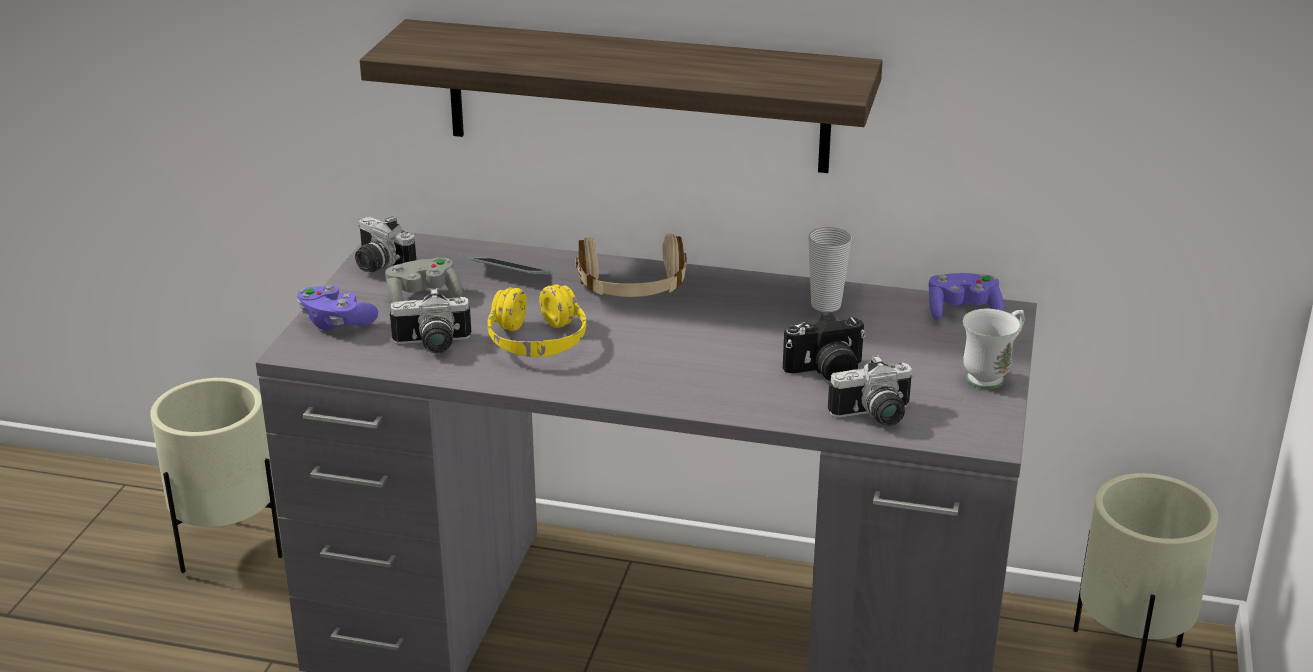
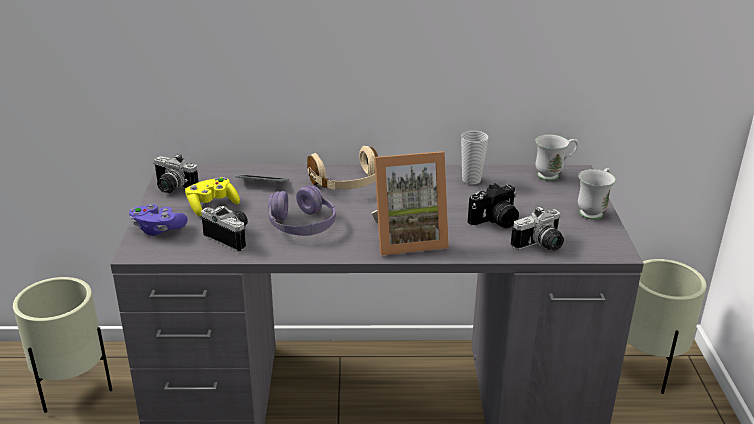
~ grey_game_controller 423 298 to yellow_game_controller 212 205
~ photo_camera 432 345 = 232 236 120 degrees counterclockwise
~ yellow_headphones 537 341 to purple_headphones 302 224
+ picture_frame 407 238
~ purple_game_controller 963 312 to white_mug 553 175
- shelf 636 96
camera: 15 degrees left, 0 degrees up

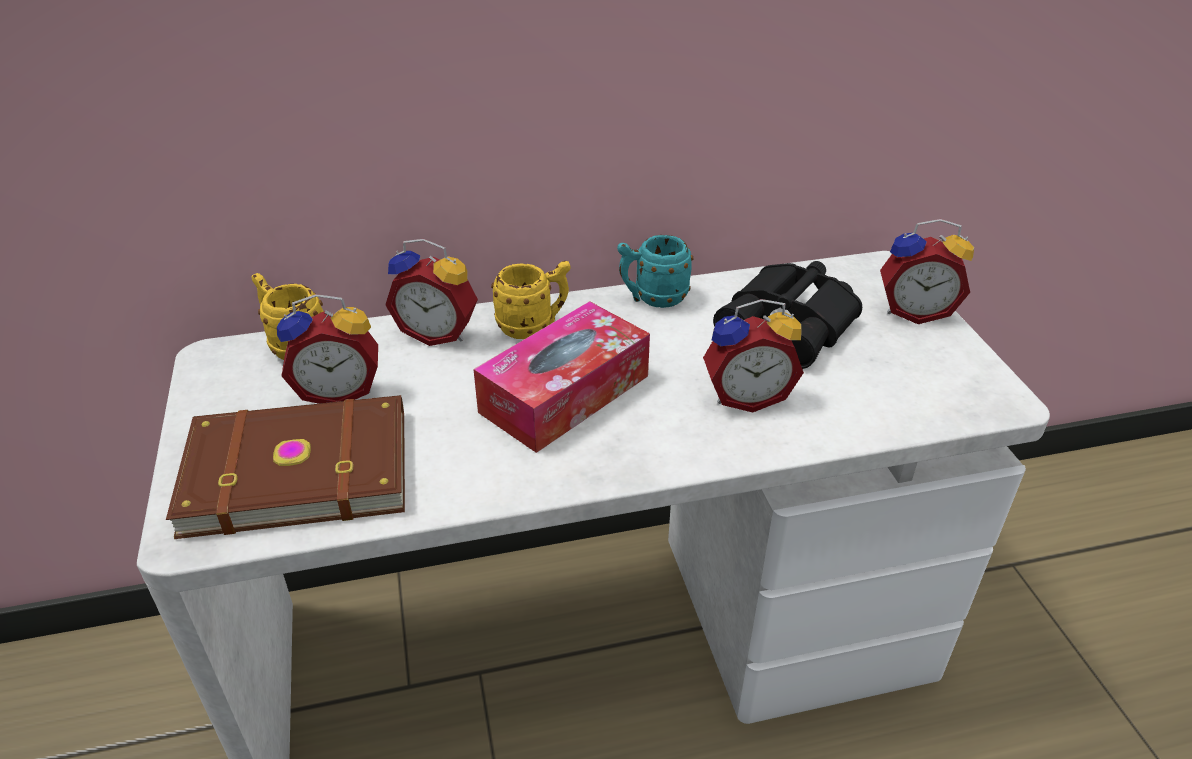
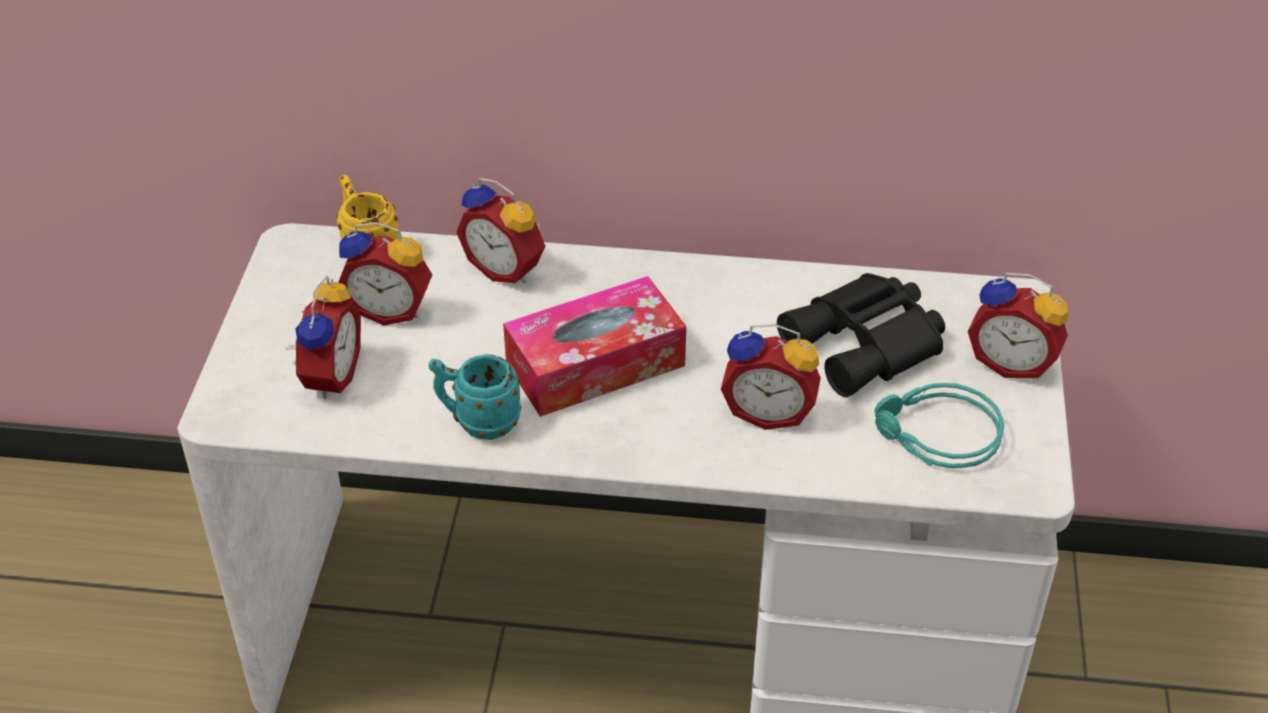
~ brown_book 296 468 to alarm_clock 327 377
~ turquoise_mug 652 298 to 478 422
+ turquoise_headphones 936 436
- yellow_mug 534 326
camera: 20 degrees right, 5 degrees up

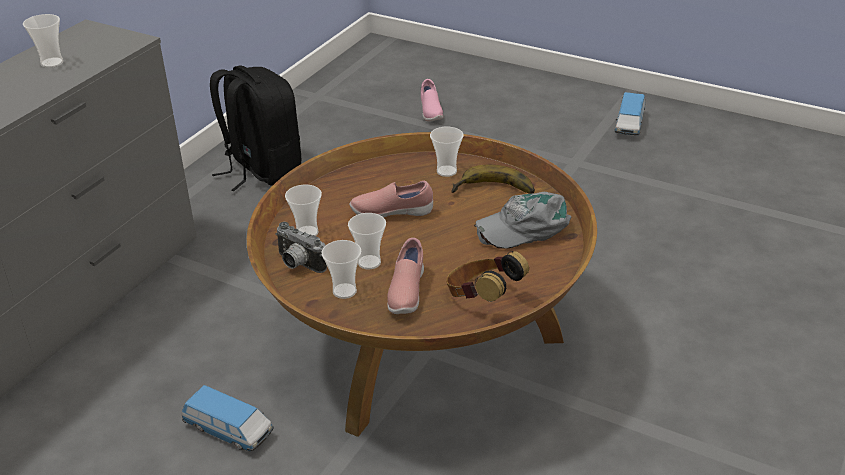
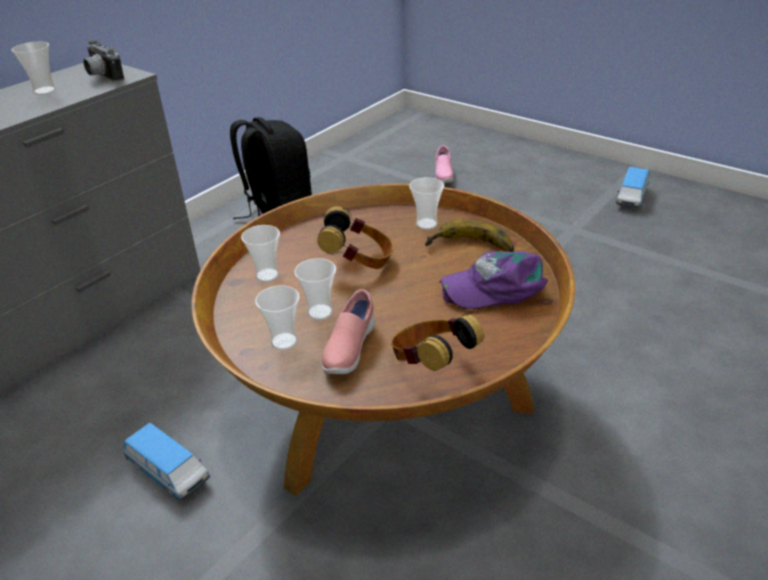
~ photo_camera 297 264 to 102 77
~ pink_shoe 391 213 to headphones 359 262
~ grey_cap 524 226 to purple_cap 495 287
camera: 10 degrees right, 0 degrees up

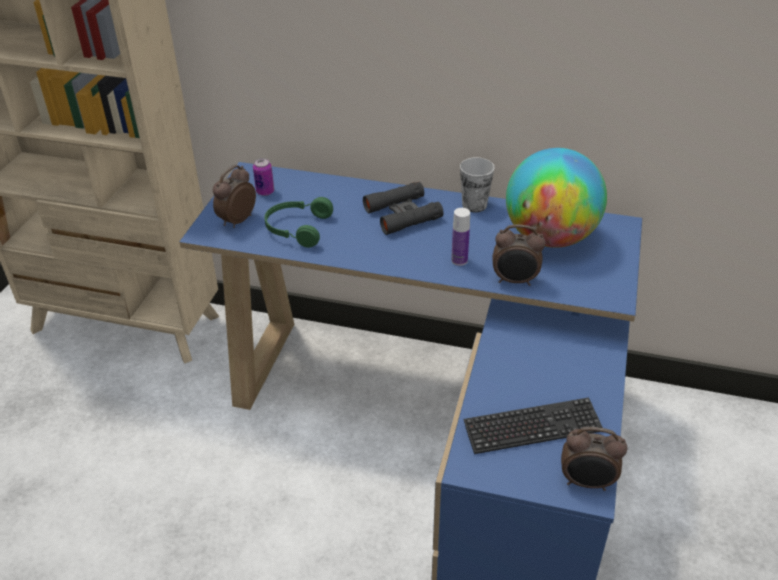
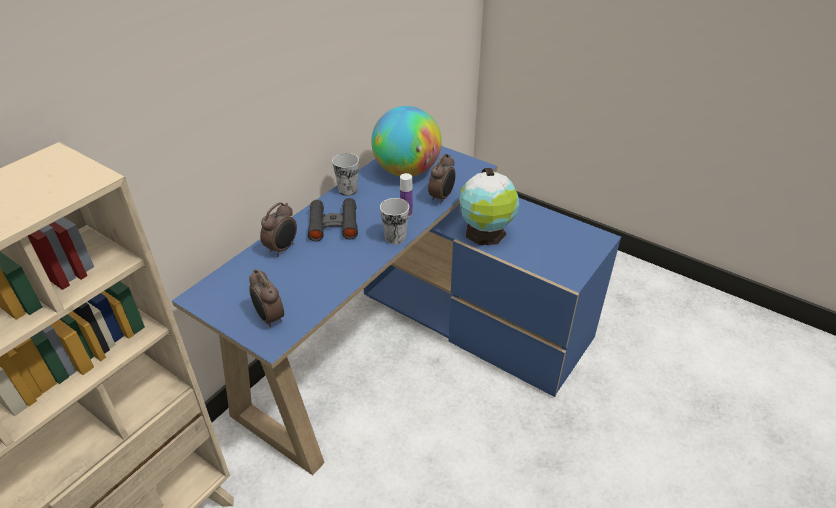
~ alarm_clock 587 483 to 282 248
+ cup 395 237
+ globe 486 234
- can 265 192
- green_headphones 297 228
- keyboard 532 427
camera: 70 degrees left, 0 degrees up

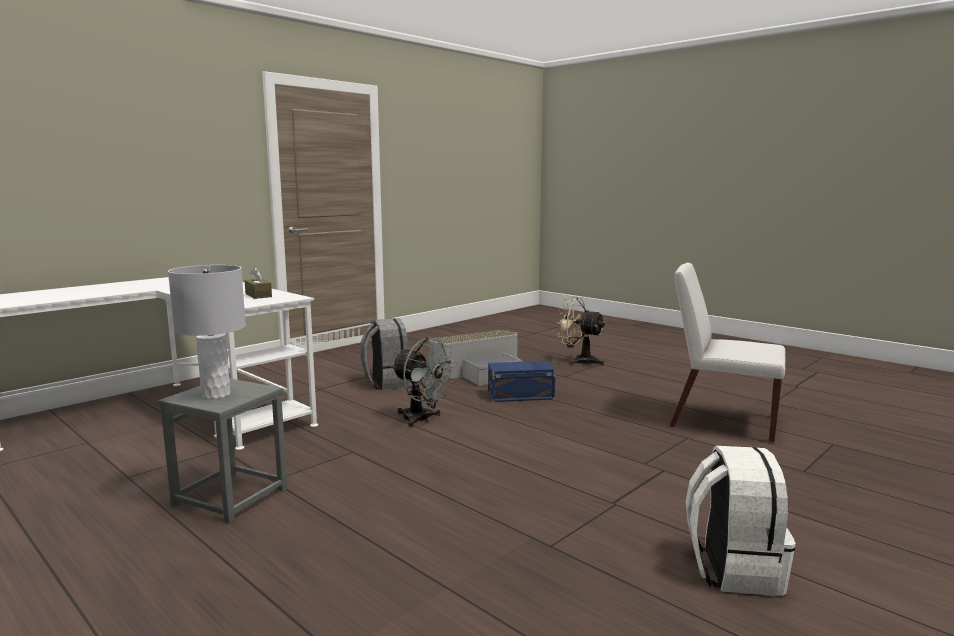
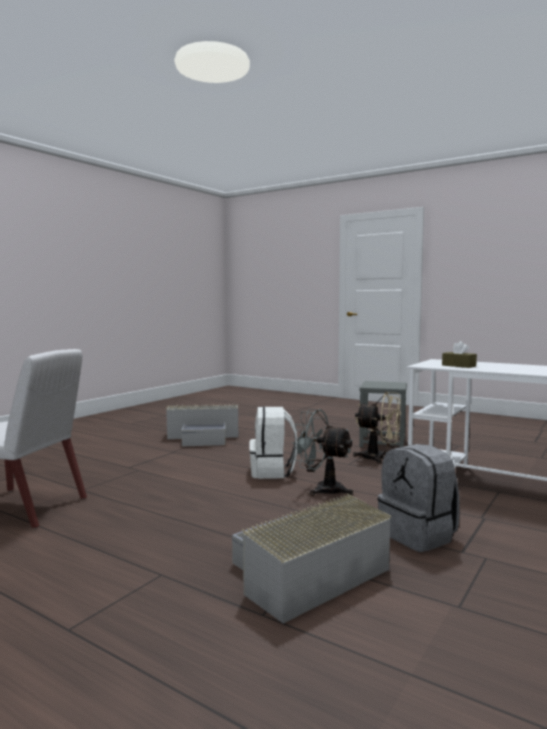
+ grey_storage_box 204 436
~ white_backpack 732 569 to 272 472
~ beige_fan 579 361 to 379 458
- grey_table_lamp 215 395
- blue_storage_box 521 395
camera: 170 degrees right, 5 degrees down

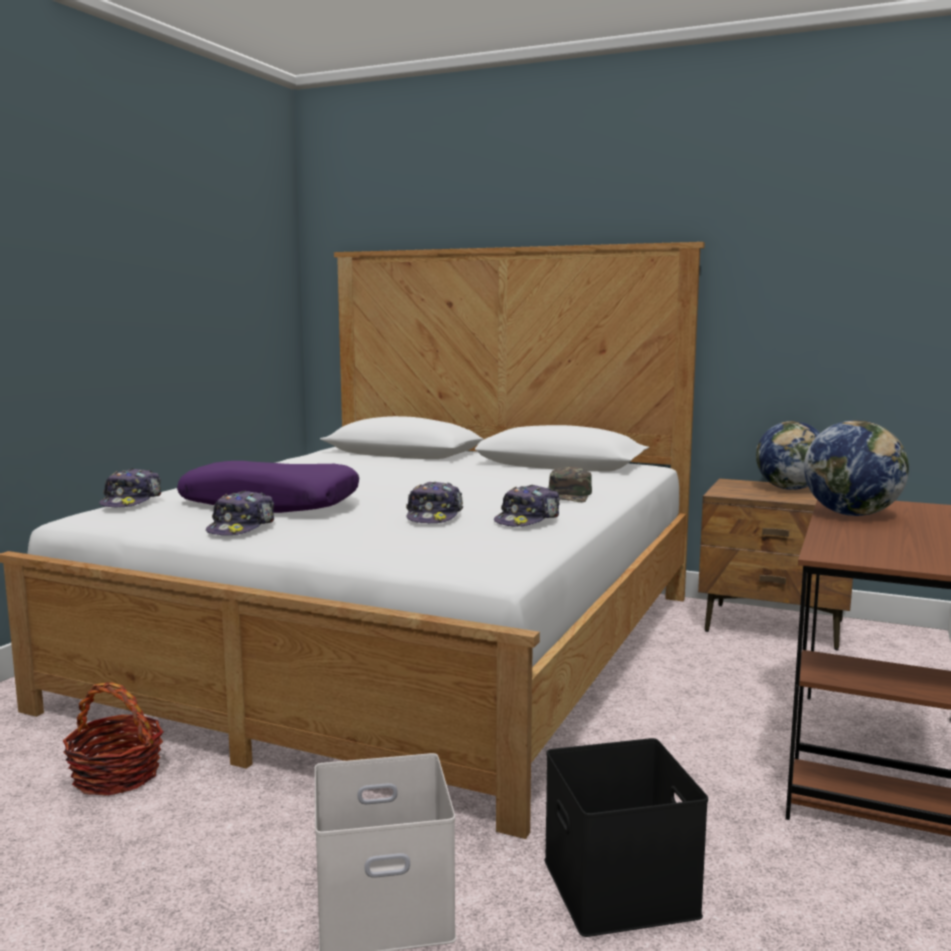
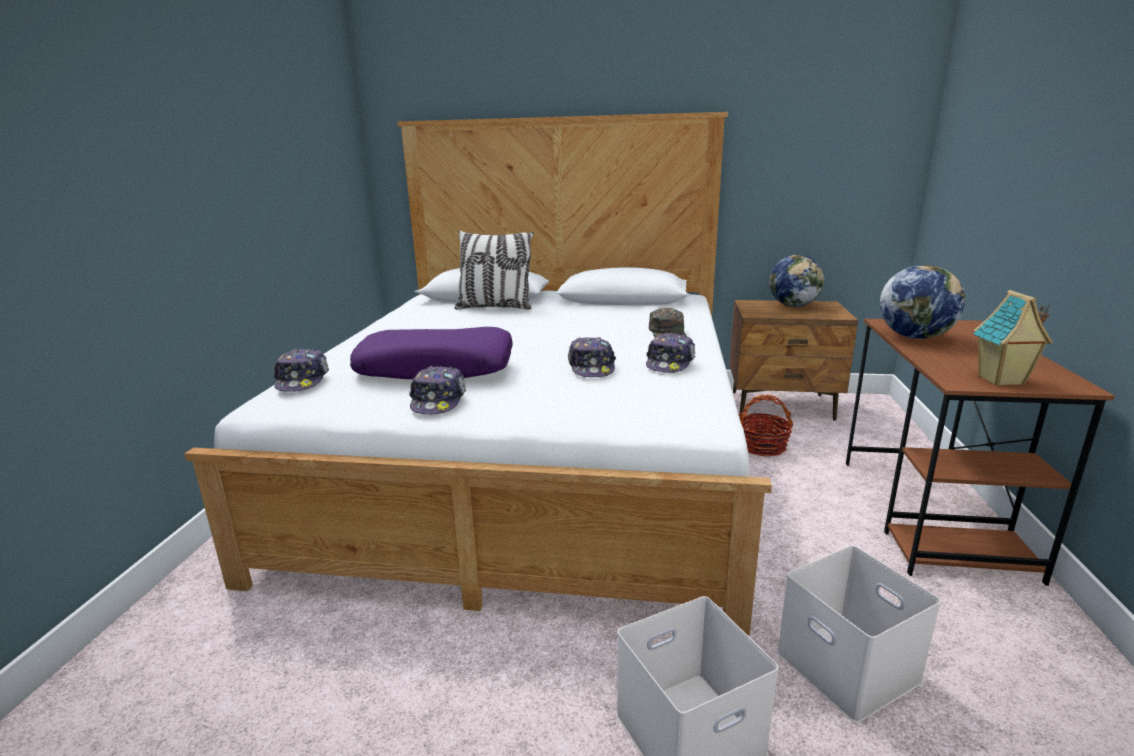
+ pillow 495 307
~ basket 117 776 to 762 446
~ black_storage_box 616 886 to white_storage_box 843 666
+ toy_house 1001 381
camera: 15 degrees left, 10 degrees up

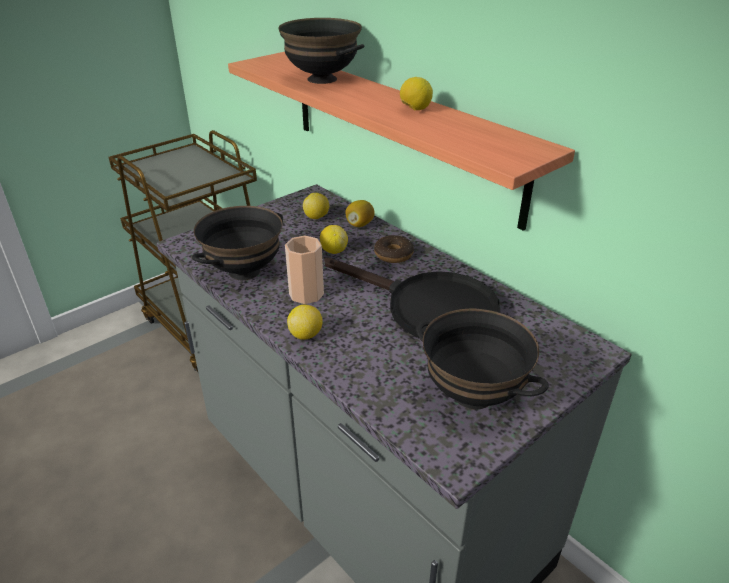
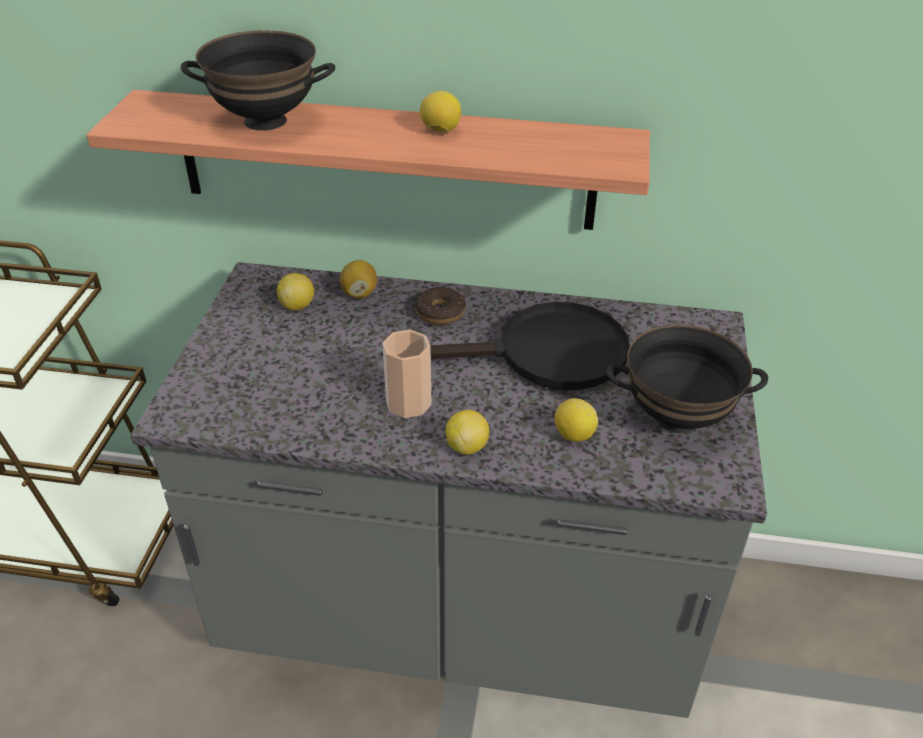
~ lemon 334 251 to 573 435
- black_bowl 245 272
camera: 40 degrees left, 5 degrees up

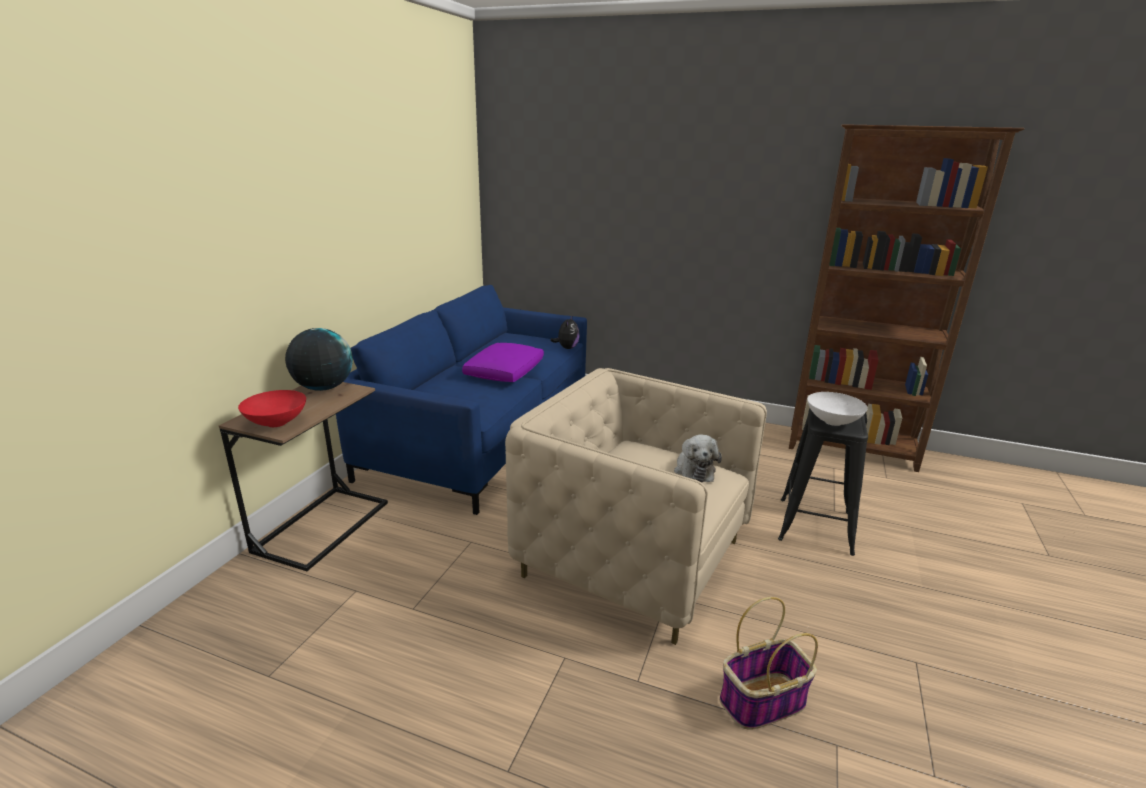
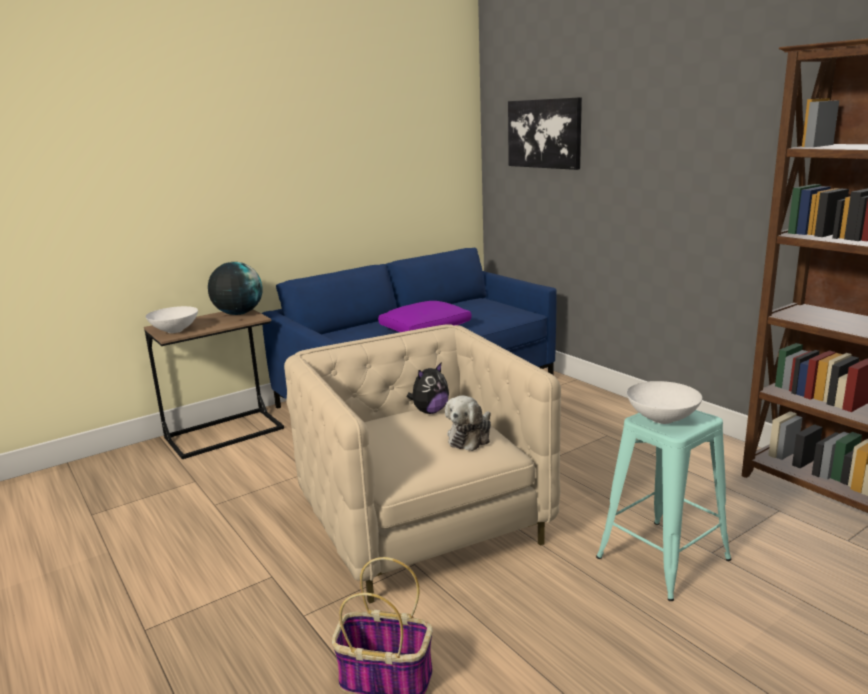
~ red_bowl 276 423 to white_bowl 174 330
~ plush_toy 567 348 to 430 411
+ picture 544 133
~ black_stool 815 525 to turquoise_stool 663 558
camera: 35 degrees right, 5 degrees down

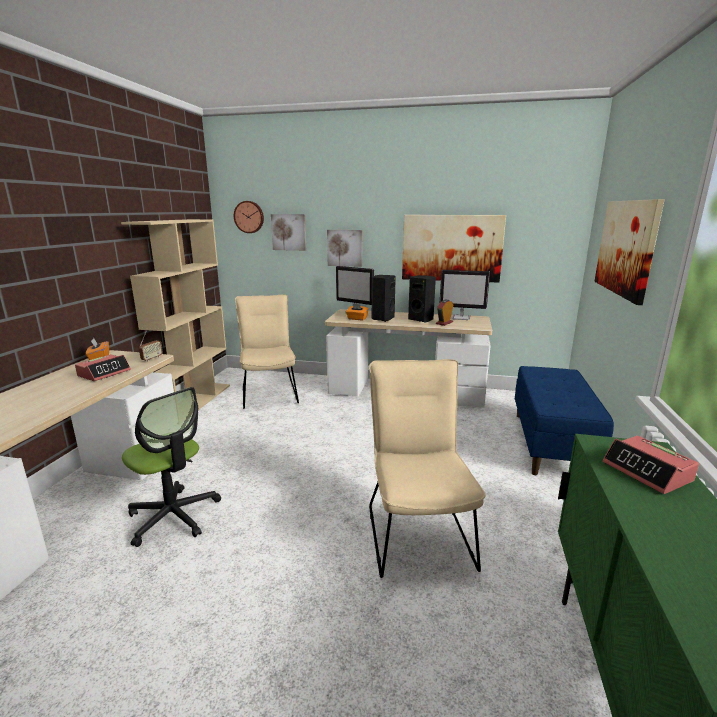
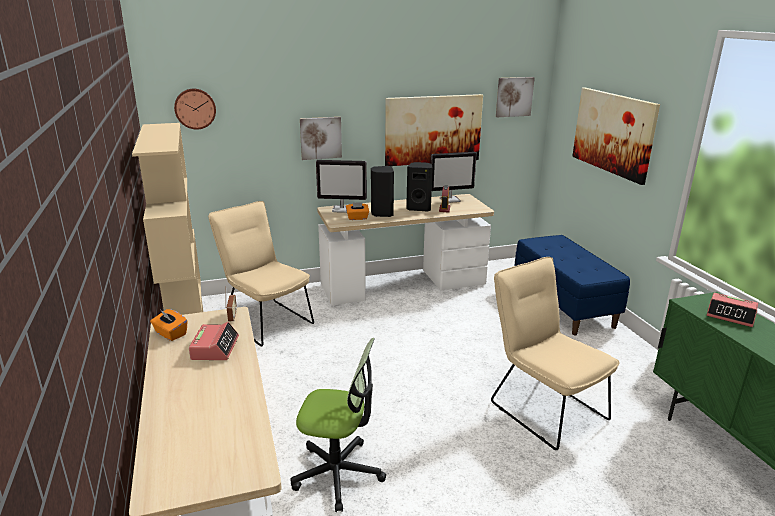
~ picture 289 232 to 514 96
camera: 30 degrees left, 5 degrees up

